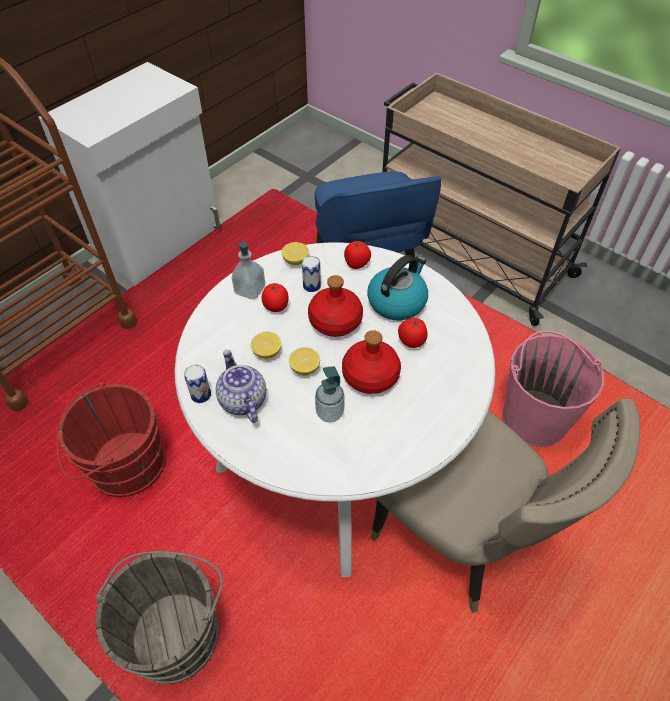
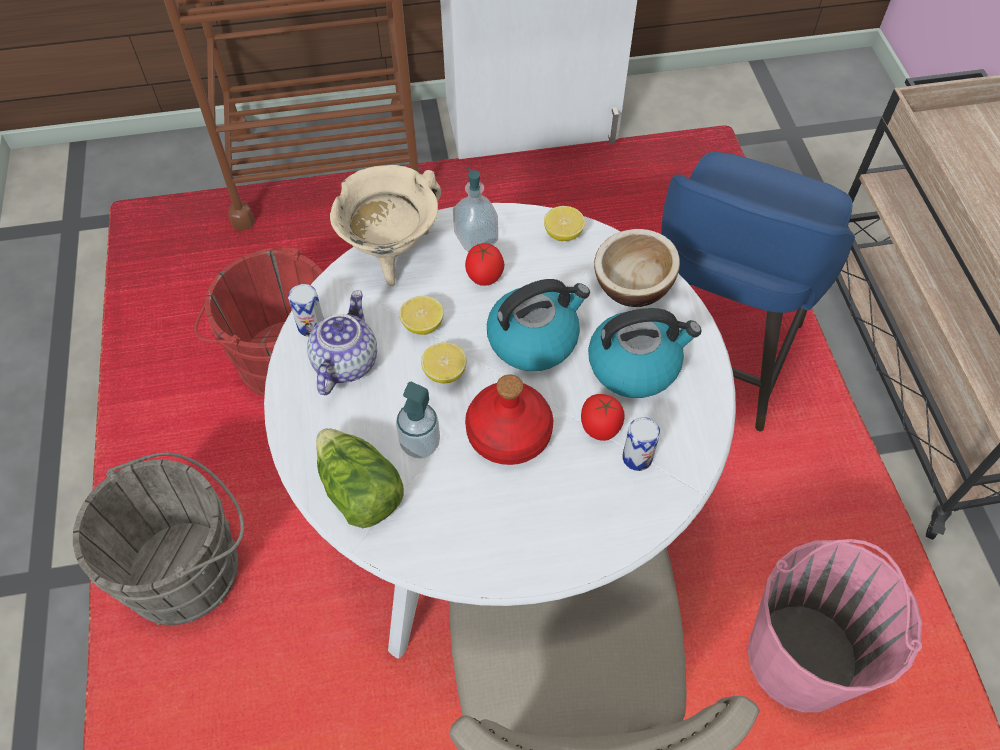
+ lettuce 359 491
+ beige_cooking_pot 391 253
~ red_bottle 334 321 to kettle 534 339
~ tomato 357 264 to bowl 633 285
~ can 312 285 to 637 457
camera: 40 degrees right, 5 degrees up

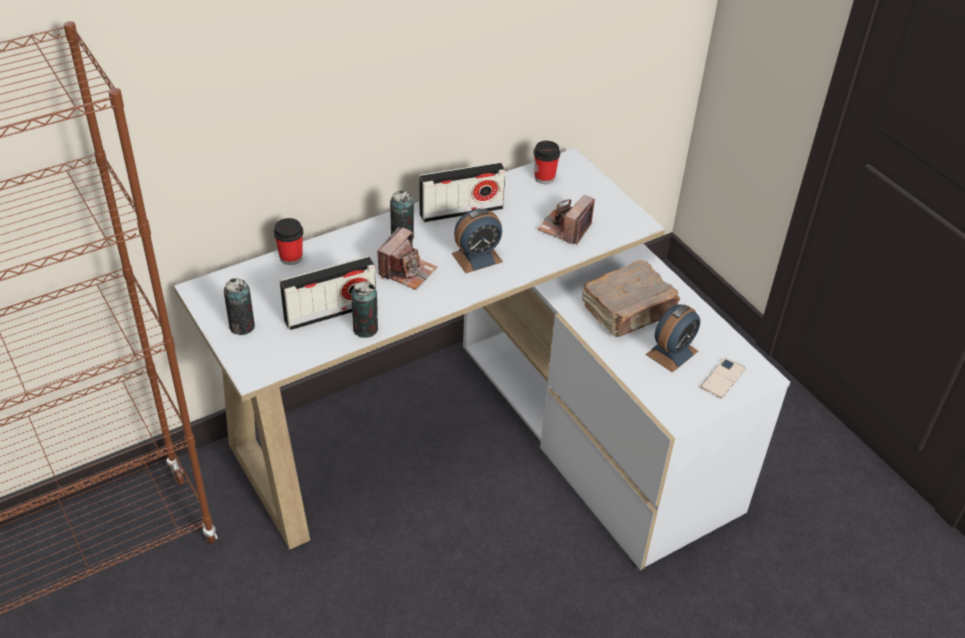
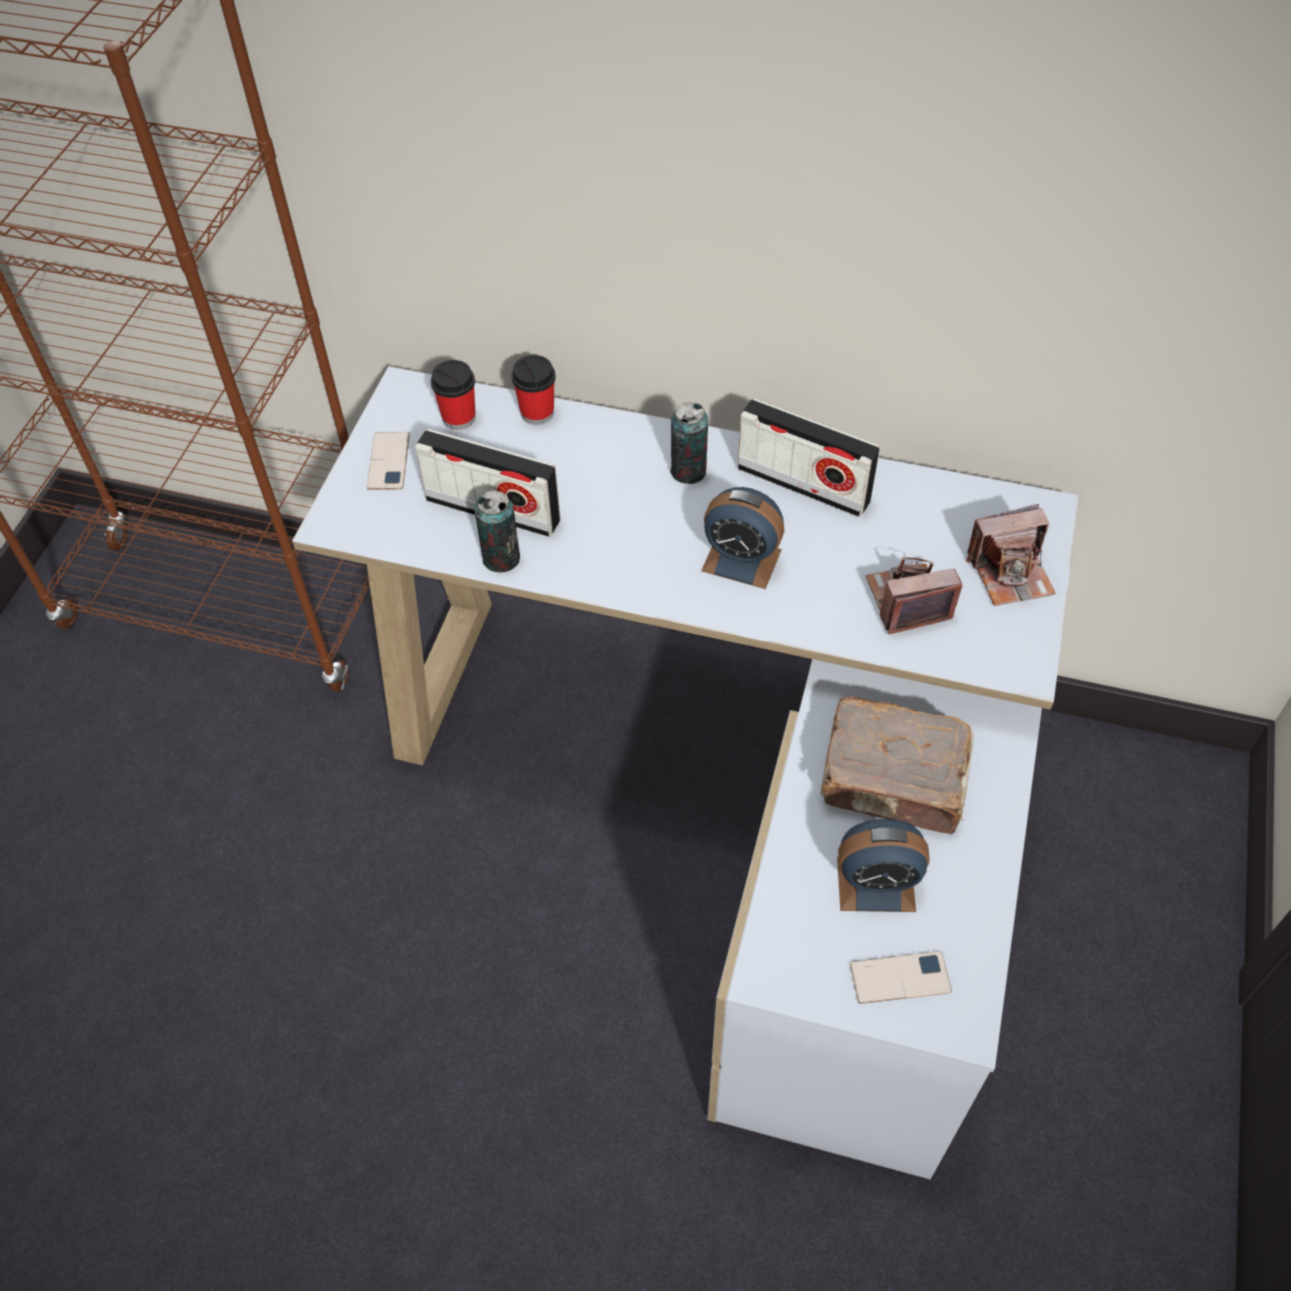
~ can 242 326 to phone 388 461
~ cup 544 178 to 459 418
~ photo_camera 407 271 to 1010 573
camera: 50 degrees right, 10 degrees up

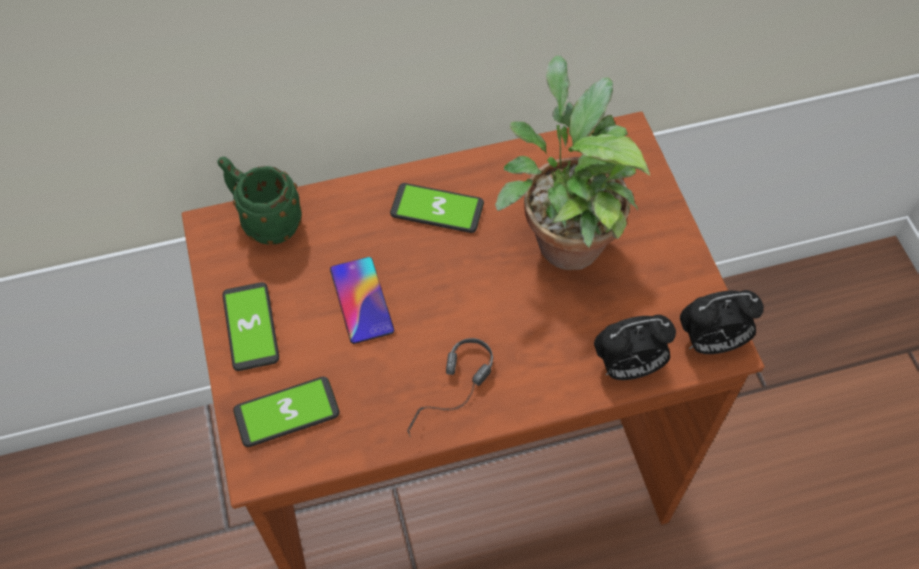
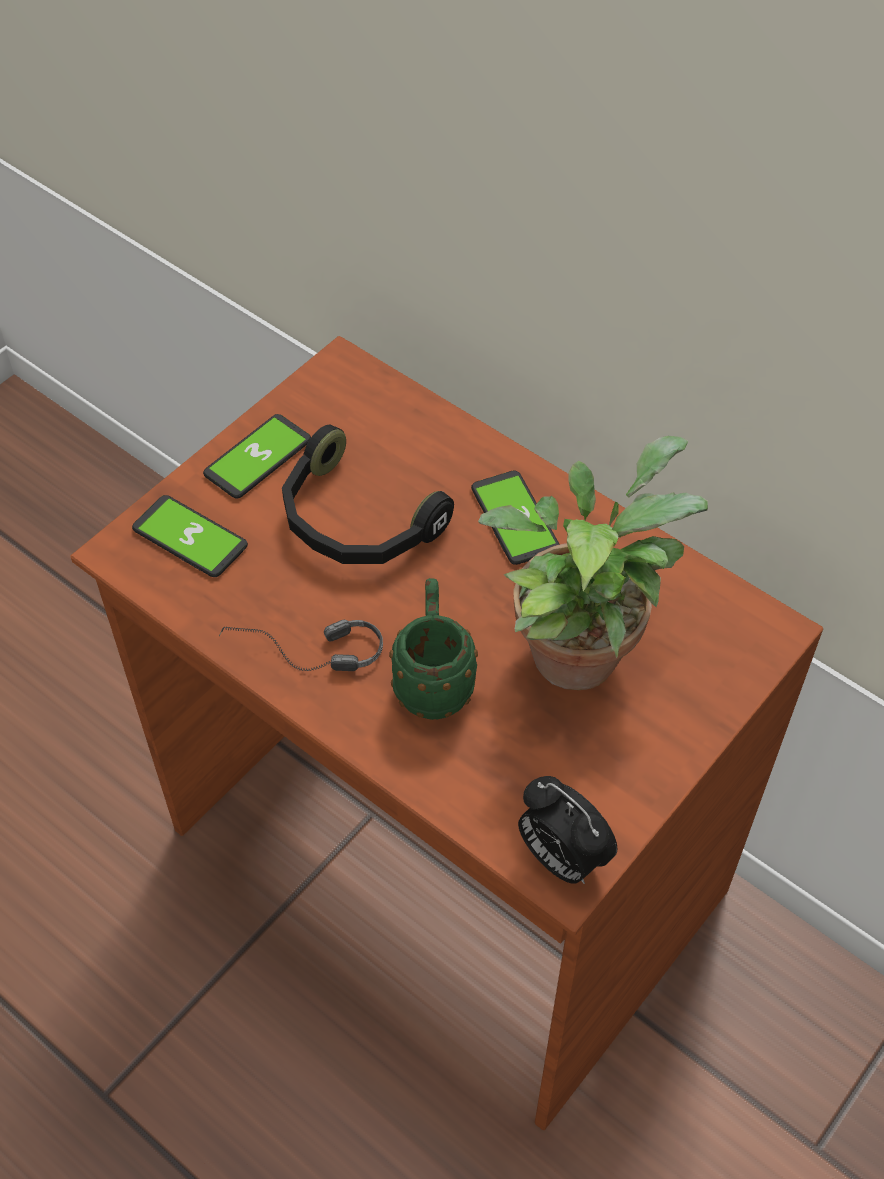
~ phone 361 300 to black_headphones 355 521
~ green_mug 264 221 to 433 680
- alarm_clock 627 367
camera: 55 degrees right, 5 degrees down

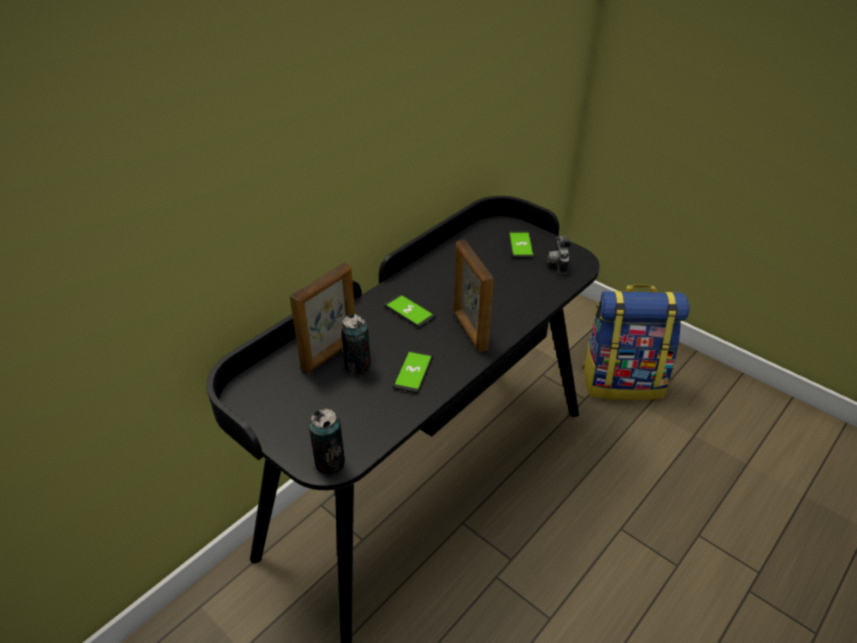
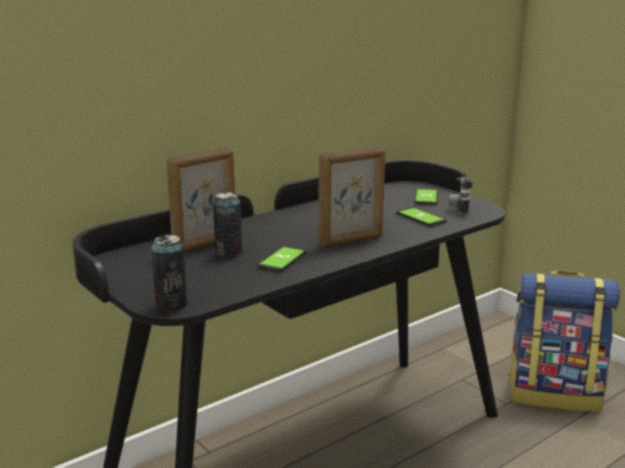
~ picture_frame 469 331 = 351 241 105 degrees counterclockwise
~ phone 409 311 to 421 218
camera: 10 degrees right, 20 degrees down

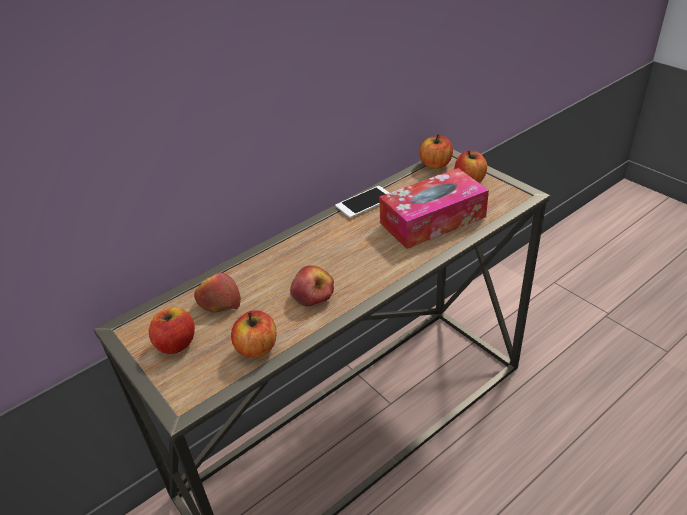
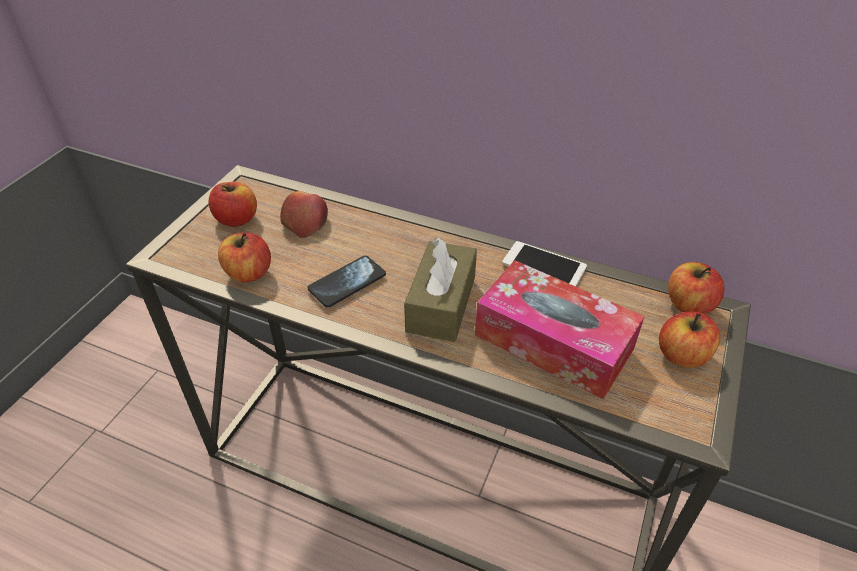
~ apple 313 294 to phone 347 282
+ brown_tissue_box 441 304
camera: 60 degrees right, 5 degrees up

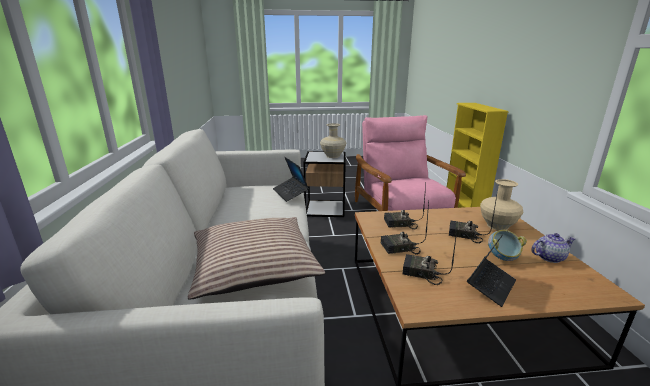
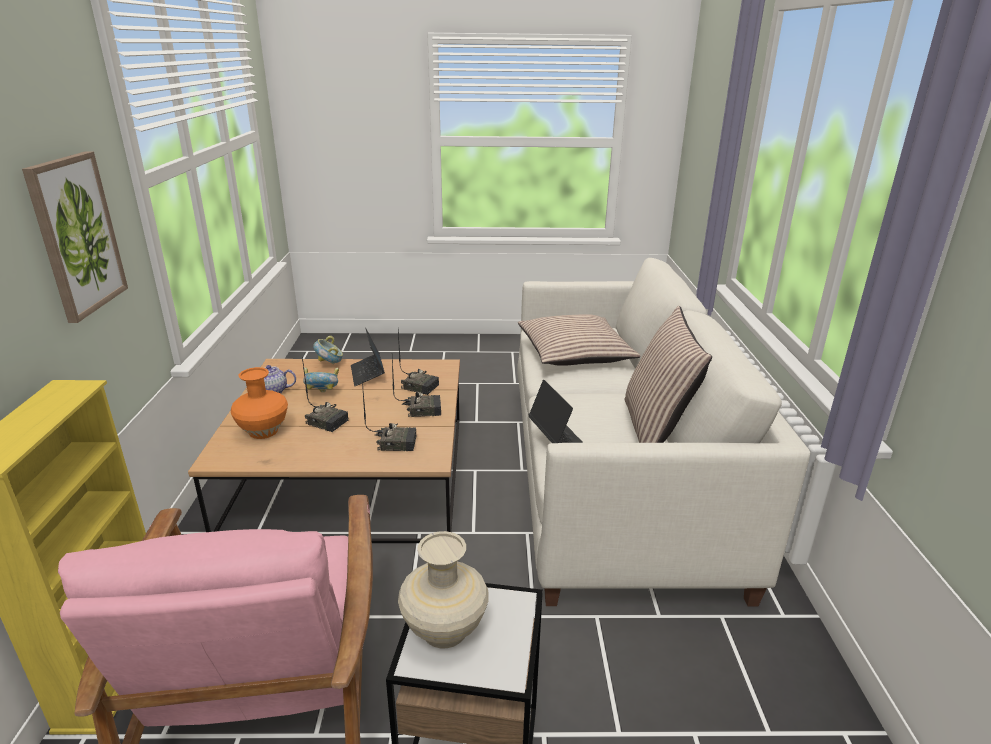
+ picture 76 235
~ beige_vase 497 226 to orange_vase 264 431
+ bowl 330 364
~ laptop 490 286 = 367 374 60 degrees counterclockwise
+ pillow 656 430
camera: 175 degrees left, 5 degrees up

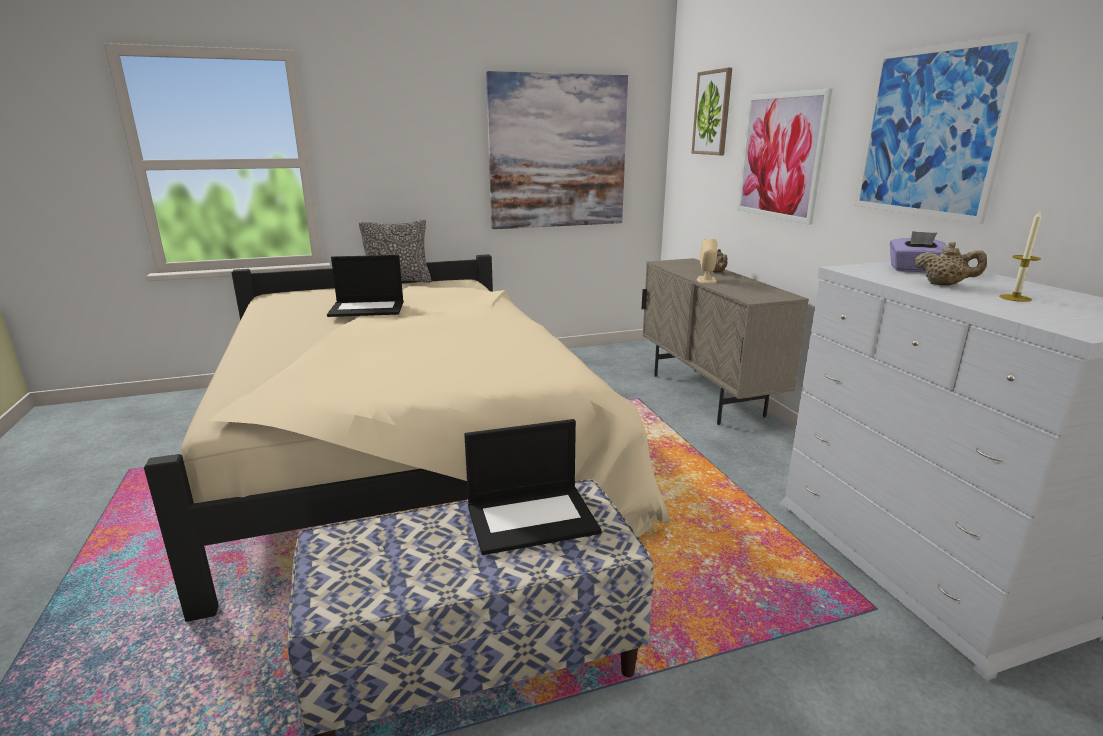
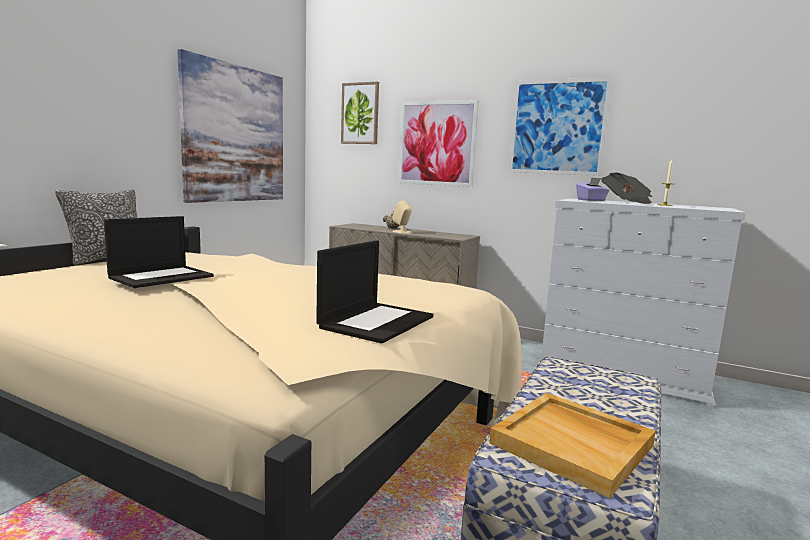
~ laptop 533 518 to 377 322
+ beige_tray 573 444
~ beige_teapot 944 285 to newspaper 627 203
camera: 45 degrees left, 10 degrees down

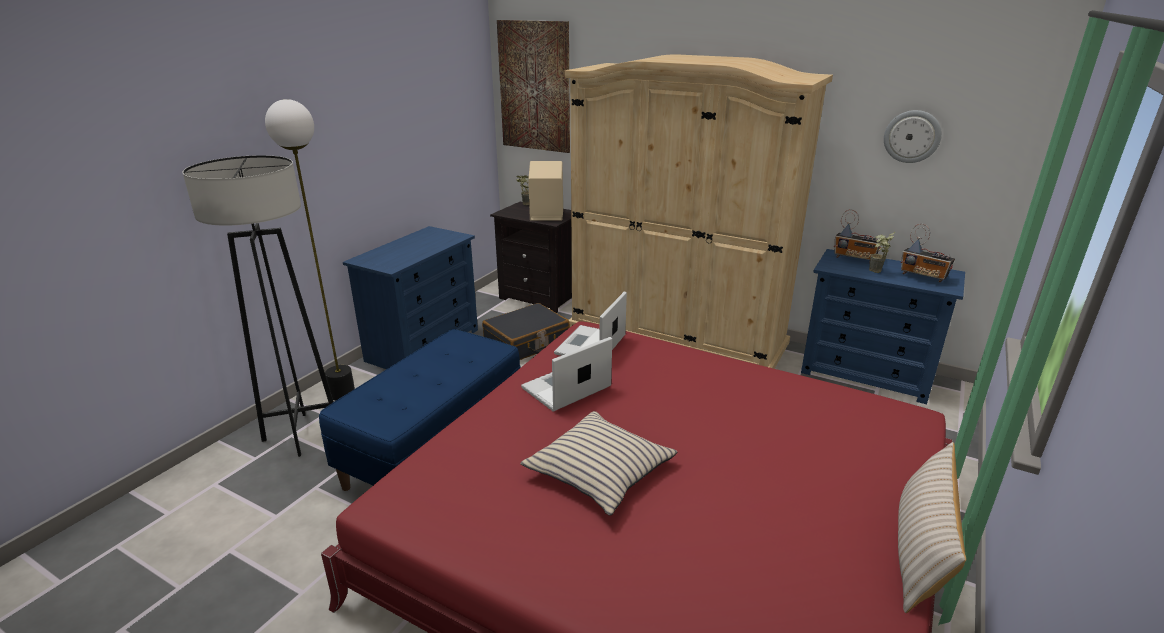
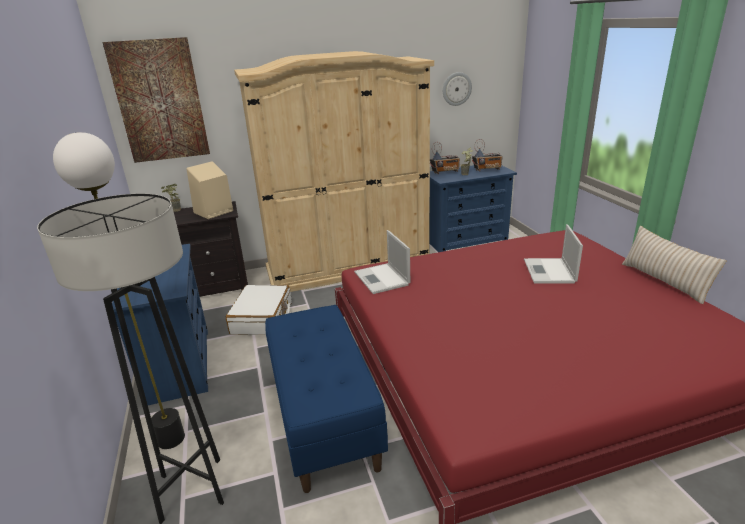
~ black_suitcase 527 343 to white_suitcase 262 318
~ laptop 565 388 to 549 272
- beige_pillow 600 471
camera: 45 degrees left, 0 degrees up

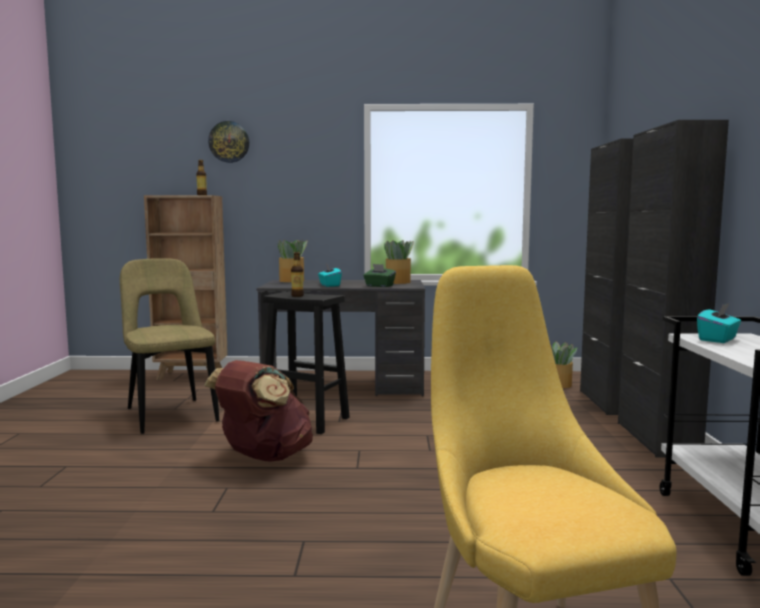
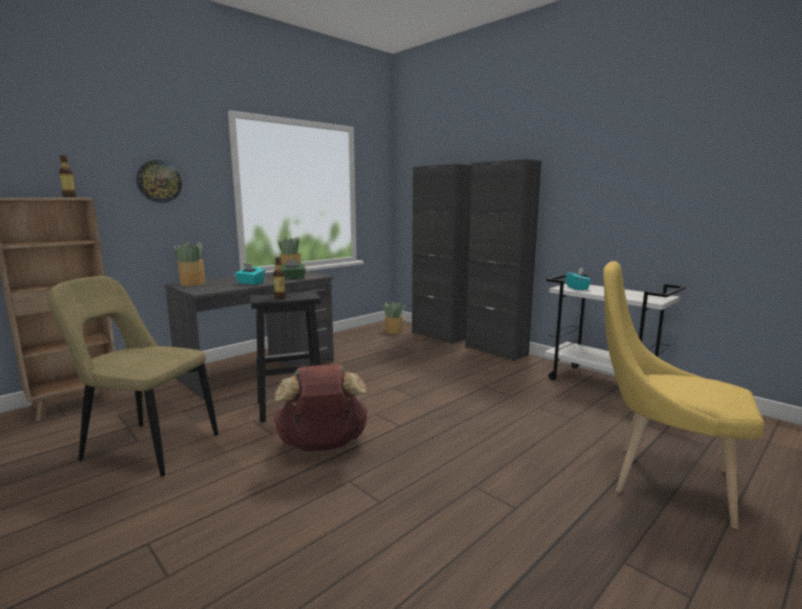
~ wall_clock 229 142 to 159 181
camera: 45 degrees left, 5 degrees up

